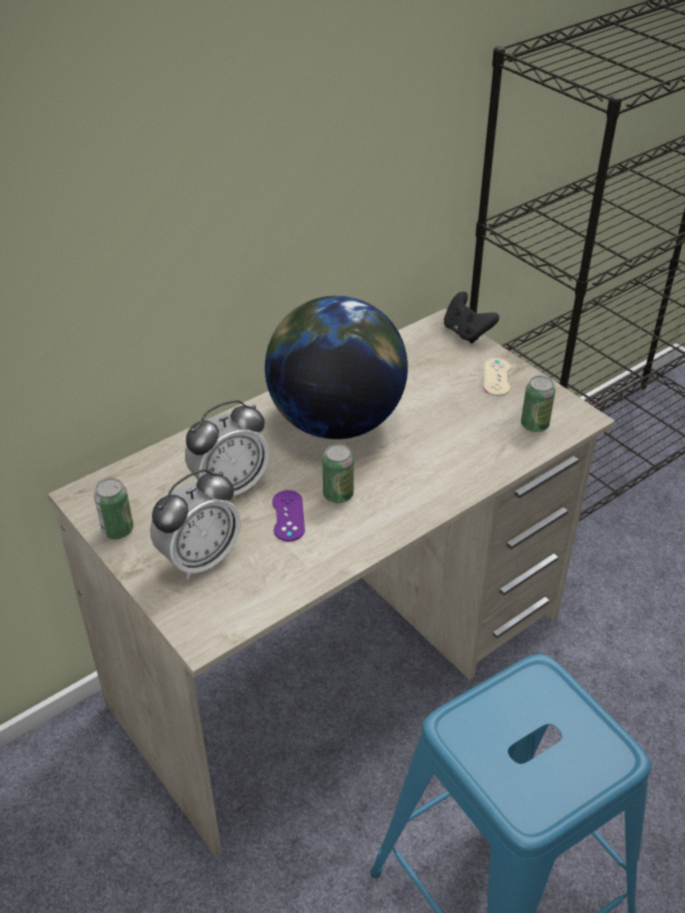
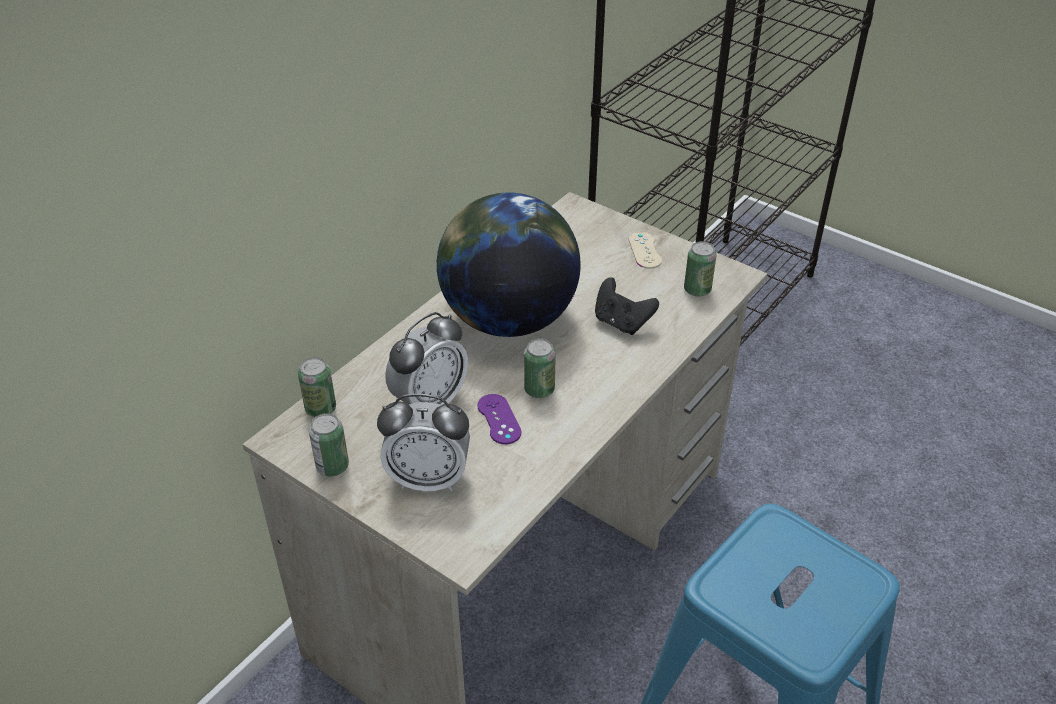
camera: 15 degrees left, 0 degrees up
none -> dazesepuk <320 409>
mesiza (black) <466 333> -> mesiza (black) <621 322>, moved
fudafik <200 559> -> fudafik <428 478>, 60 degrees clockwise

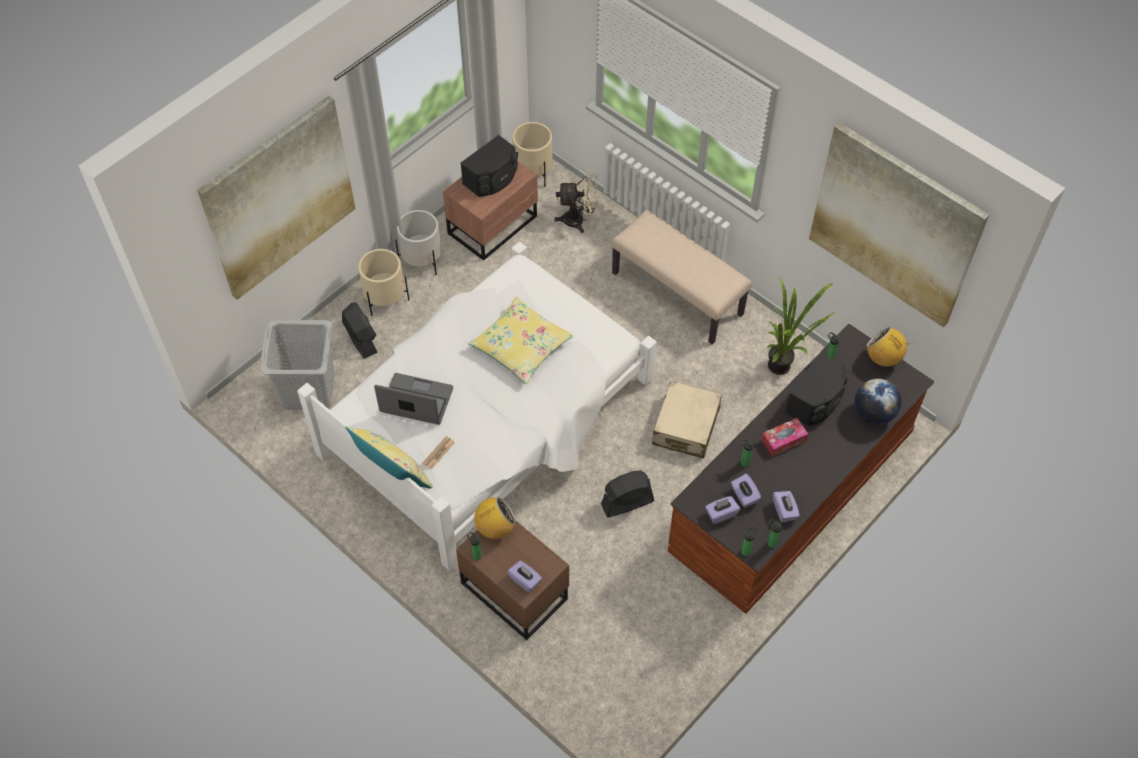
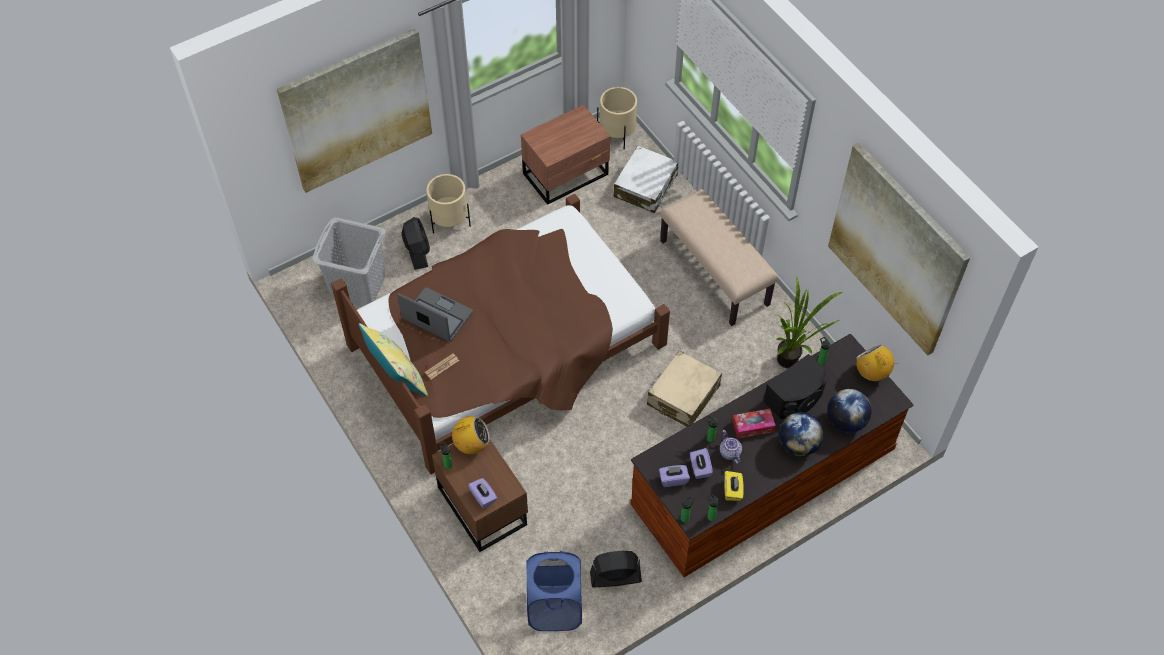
camera: 15 degrees right, 0 degrees up
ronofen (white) <422 260> -> none
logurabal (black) <492 178> -> none
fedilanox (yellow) <521 346> -> none
none -> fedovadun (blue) <554 608>
none -> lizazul <729 452>
none -> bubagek <798 444>
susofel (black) <627 502> -> susofel (black) <615 577>, moved
susofel (beige) <579 220> -> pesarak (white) <645 186>
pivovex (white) <489 418> -> pivovex (brown) <508 348>
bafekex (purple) <784 511> -> bafekex (yellow) <732 490>

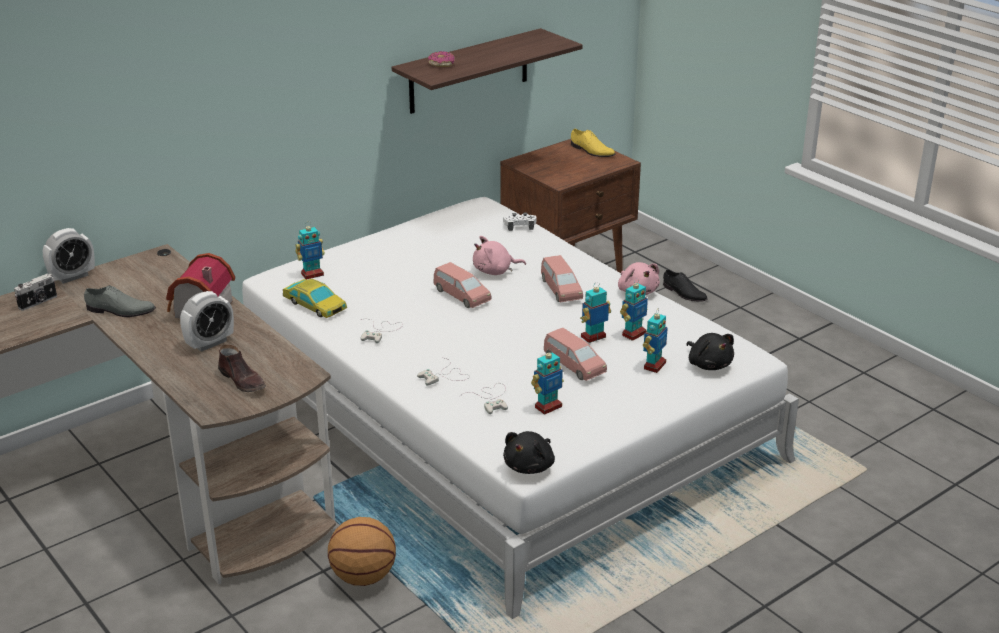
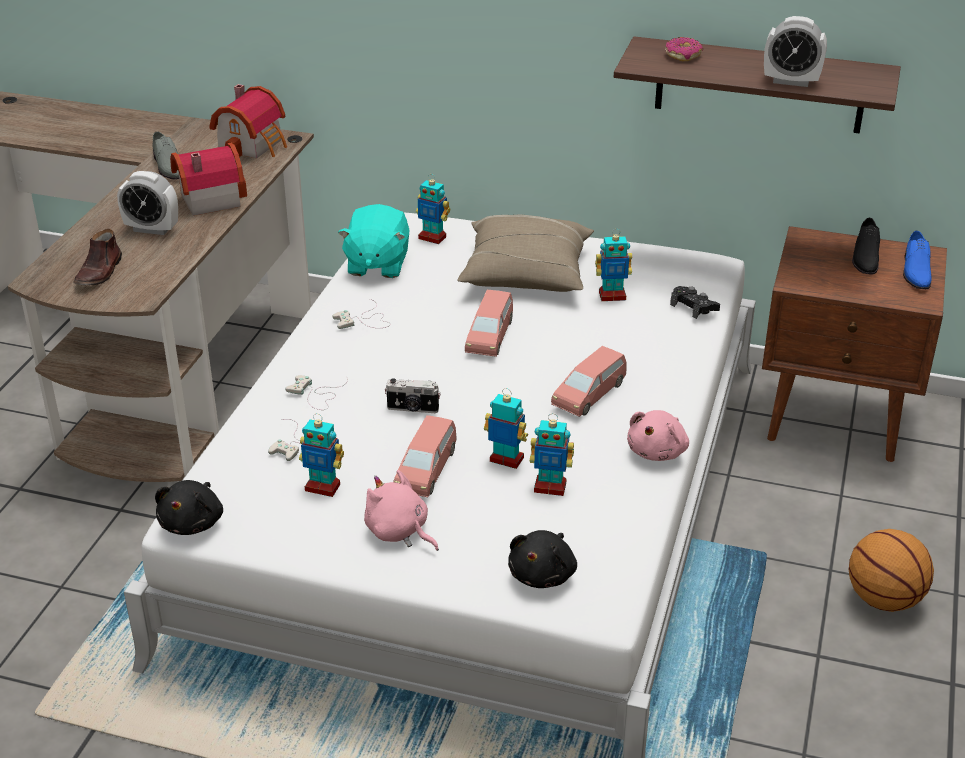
camera: 55 degrees right, 5 degrees up
none -> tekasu <254 145>
none -> fedilanox (beige) <526 274>
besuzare <38 302> -> besuzare <412 409>, moved
fudafik <72 277> -> fudafik <791 81>, moved
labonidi <364 576> -> labonidi <884 599>, moved
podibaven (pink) <495 271> -> podibaven (pink) <399 532>, moved
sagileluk <654 366> -> sagileluk <612 296>, moved
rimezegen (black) <683 293> -> rimezegen (black) <864 256>, moved
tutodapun <315 304> -> podibaven (turquoise) <376 264>
mesiza (white) <519 225> -> mesiza (black) <693 307>
rimezegen (yellow) <591 151> -> rimezegen (blue) <915 271>
podibaven (black) <530 466> -> podibaven (black) <193 522>, 75 degrees counterclockwise

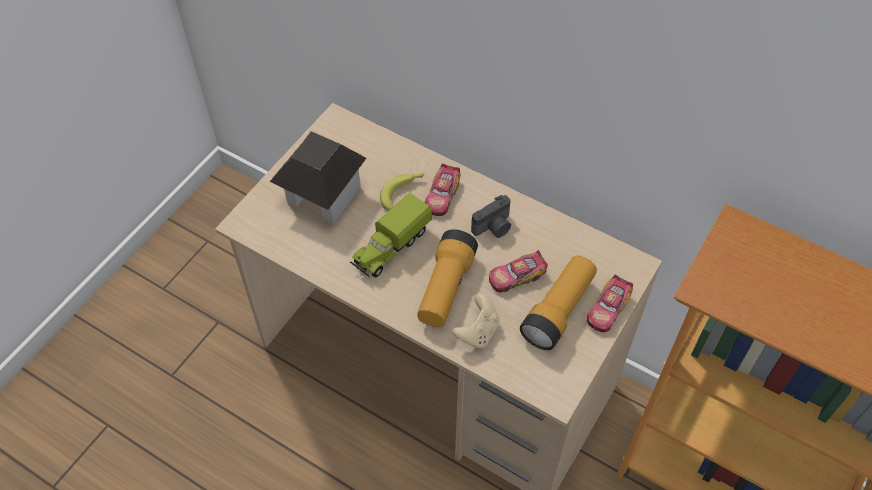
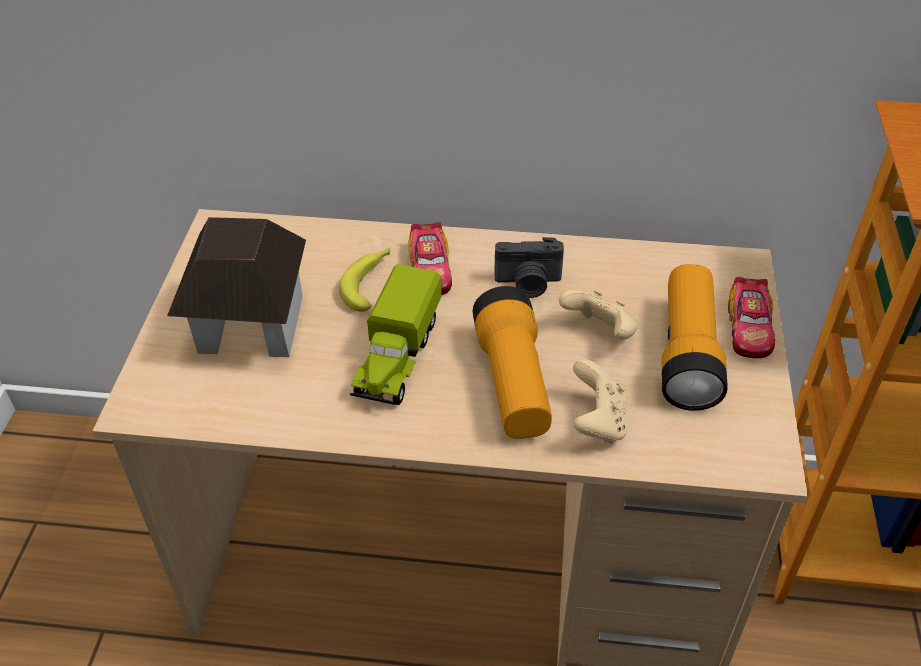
camera: 25 degrees left, 10 degrees down
tutodapun <516 276> -> mesiza (beige) <600 332>
besuzare <494 227> -> besuzare <528 284>, 60 degrees clockwise

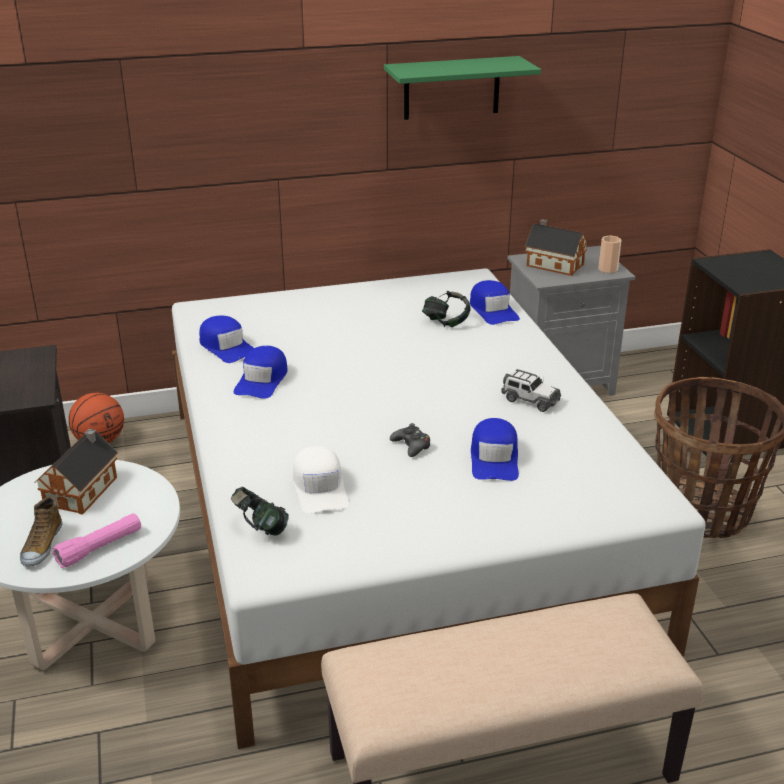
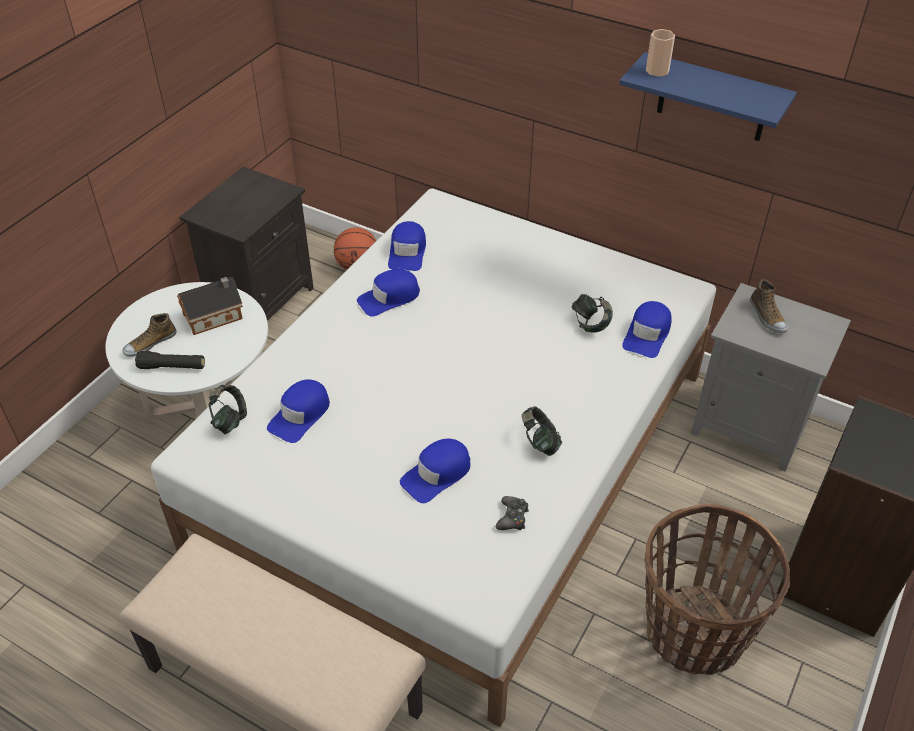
camera: 45 degrees right, 15 degrees up
mesiza (black) <411 446> -> mesiza (black) <512 517>, moved
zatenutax <608 269> -> zatenutax <657 71>, moved
tutodapun <530 400> -> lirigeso <539 442>
tekasu <553 264> -> rimezegen <766 316>
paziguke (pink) <100 548> -> paziguke (black) <172 367>
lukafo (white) <320 488> -> lukafo (blue) <300 415>
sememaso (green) <451 88> -> sememaso (blue) <713 98>

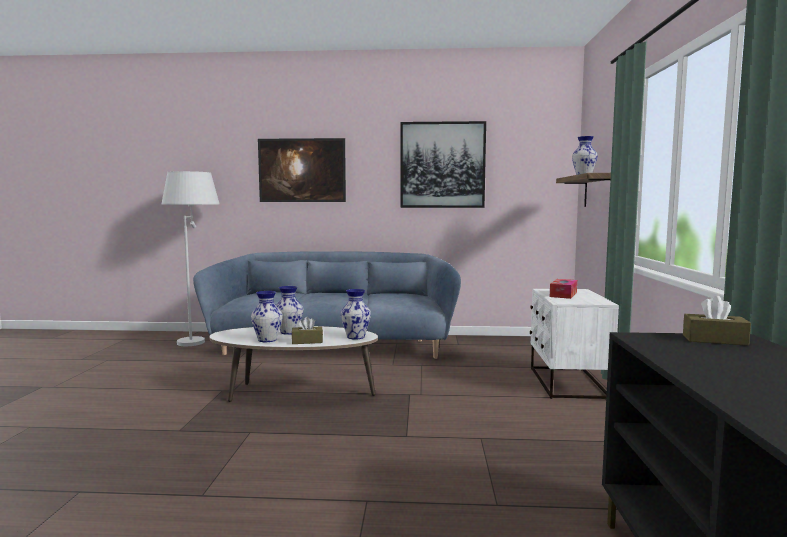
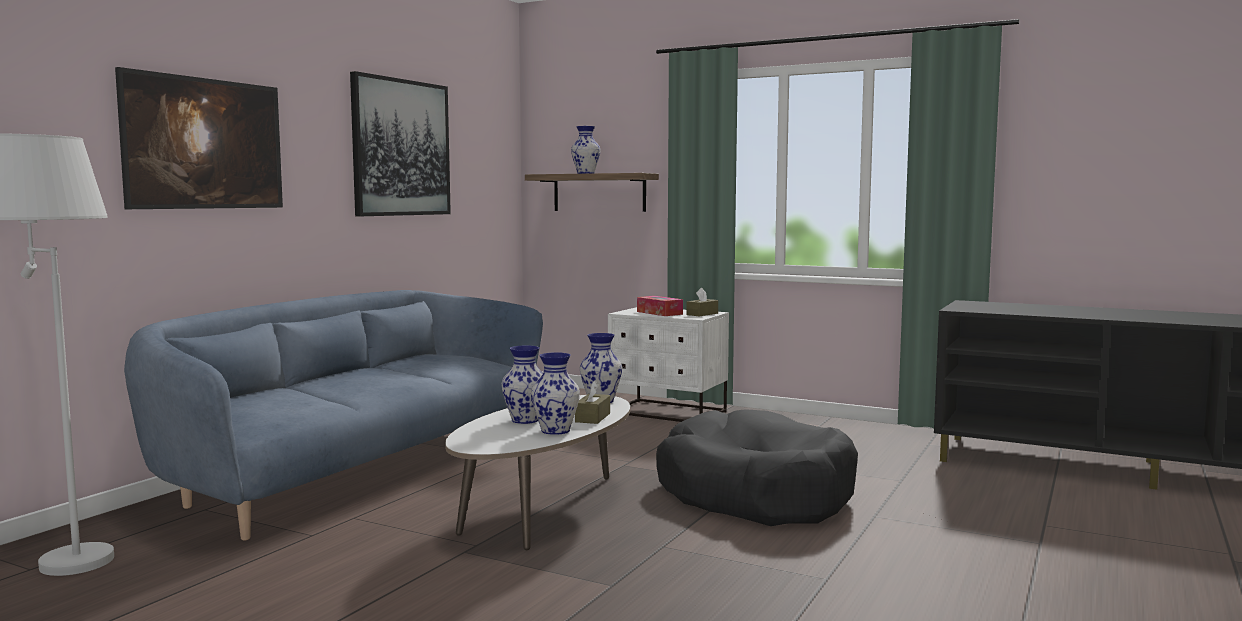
camera: 65 degrees left, 0 degrees up
none -> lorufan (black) <754 494>
bafekex (brown) <714 340> -> bafekex (brown) <702 314>, moved

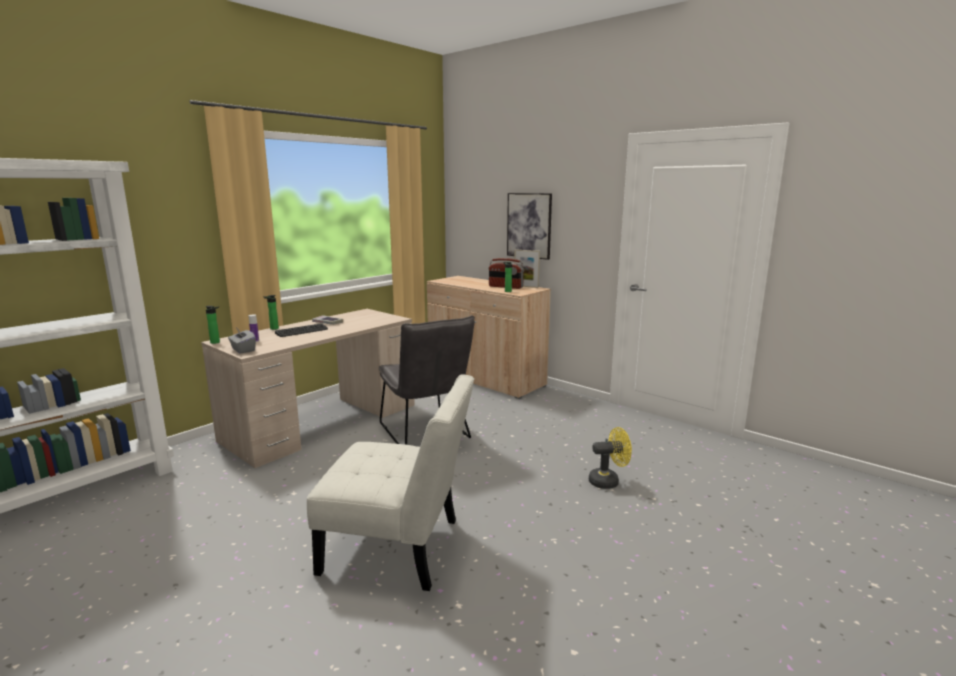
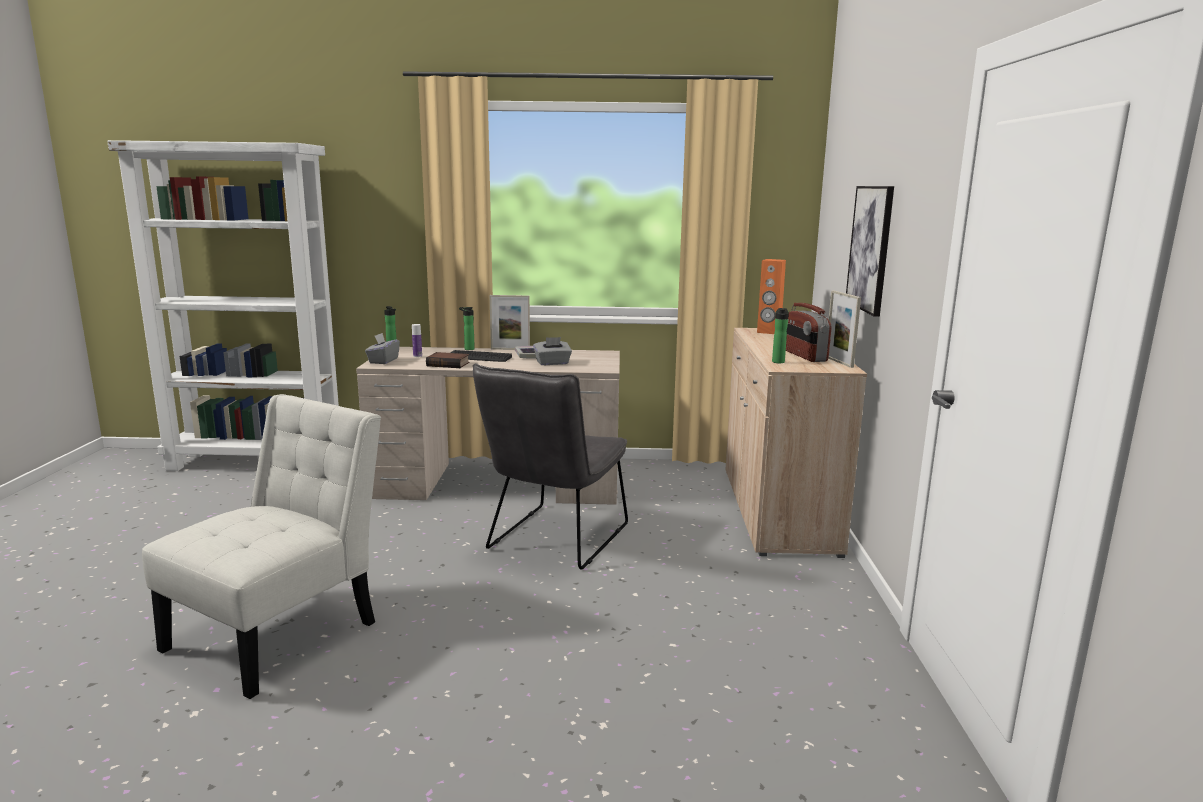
camera: 50 degrees right, 0 degrees up
susofel (yellow) <608 481> -> none
none -> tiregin <449 364>
none -> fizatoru <510 349>
none -> bafekex (grey) <552 363>
none -> logurabal (orange) <768 332>
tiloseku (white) <399 548> -> tiloseku (white) <281 631>, 120 degrees counterclockwise

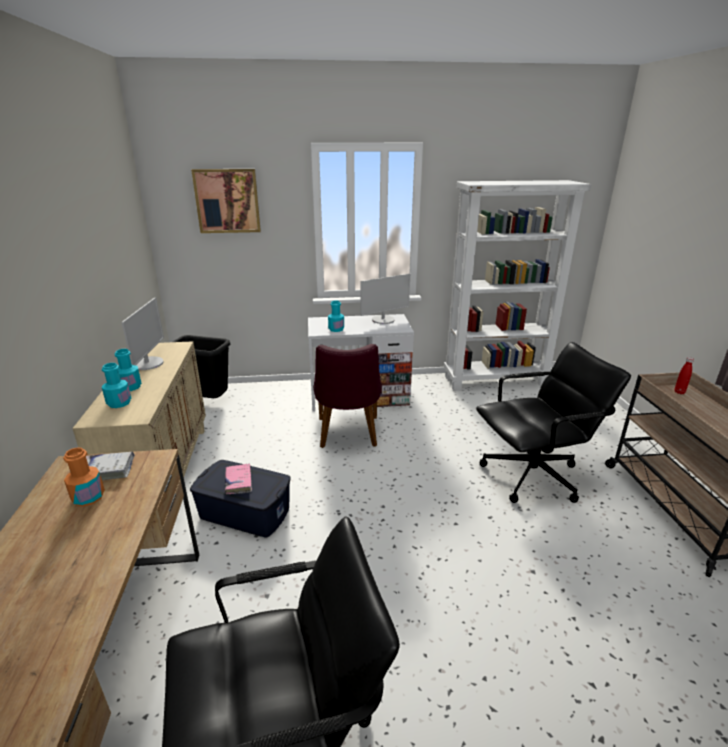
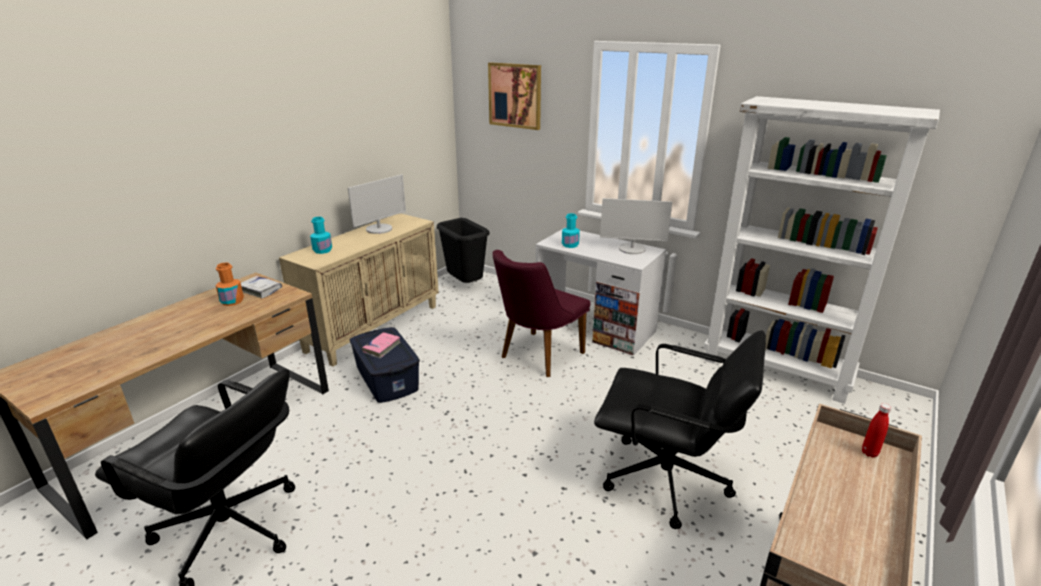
camera: 40 degrees right, 0 degrees up
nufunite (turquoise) <130 387> -> none

